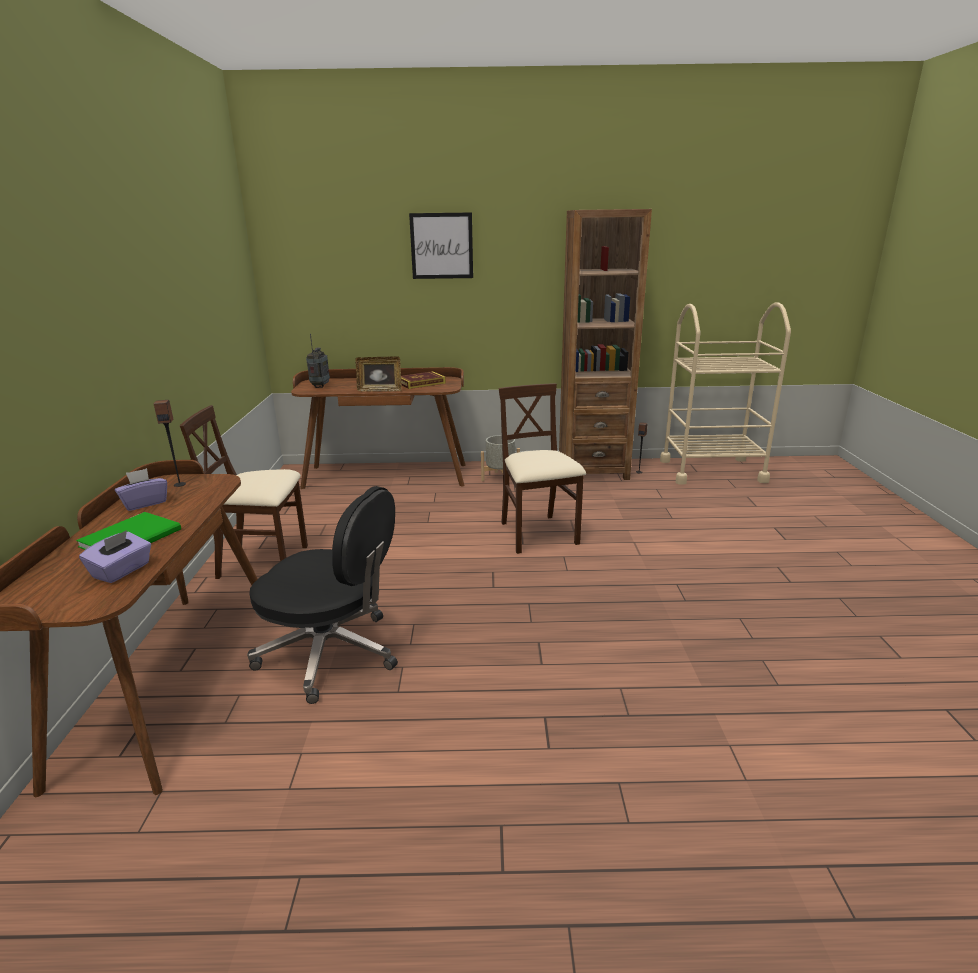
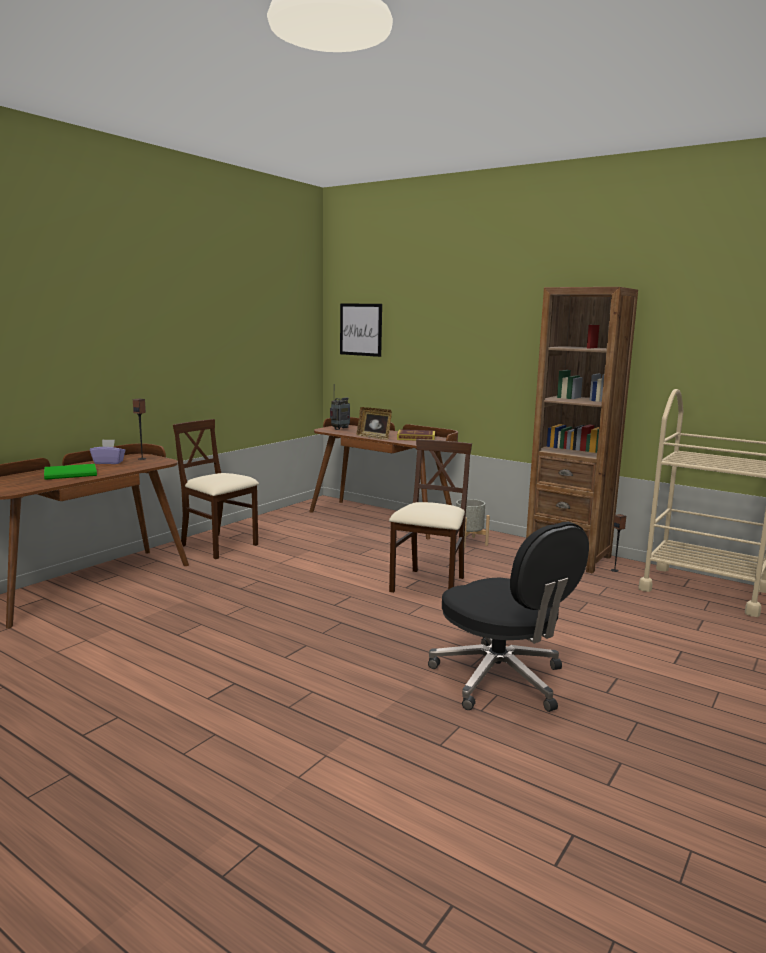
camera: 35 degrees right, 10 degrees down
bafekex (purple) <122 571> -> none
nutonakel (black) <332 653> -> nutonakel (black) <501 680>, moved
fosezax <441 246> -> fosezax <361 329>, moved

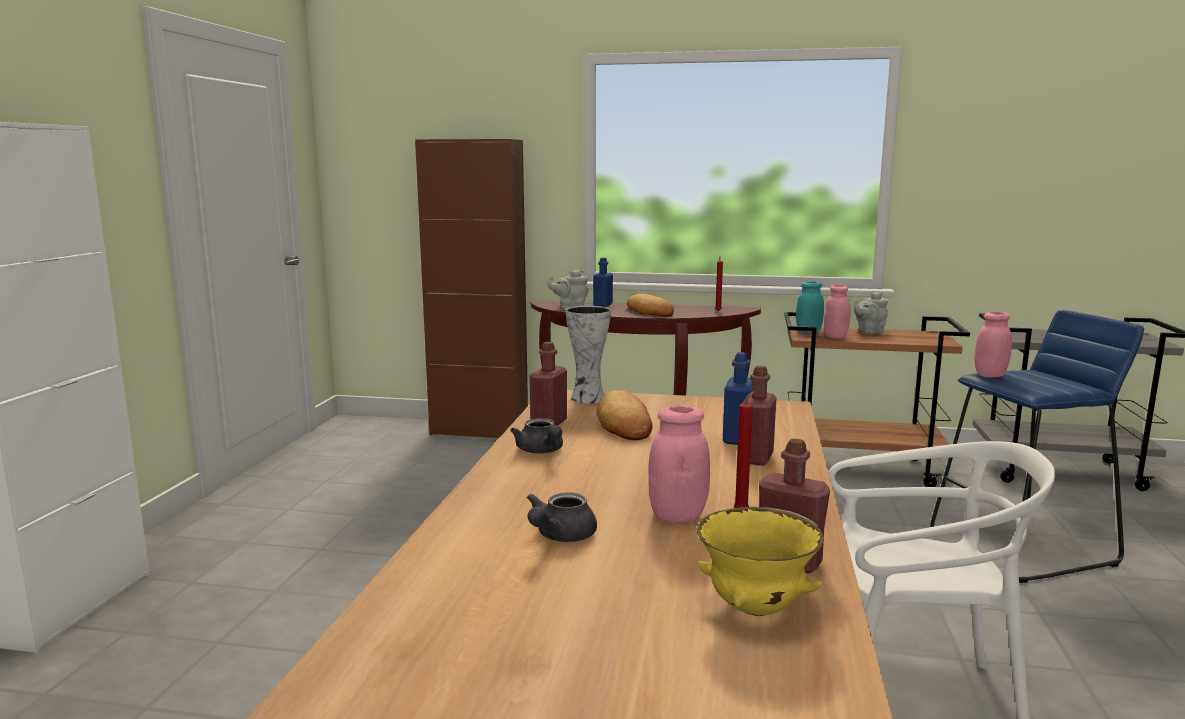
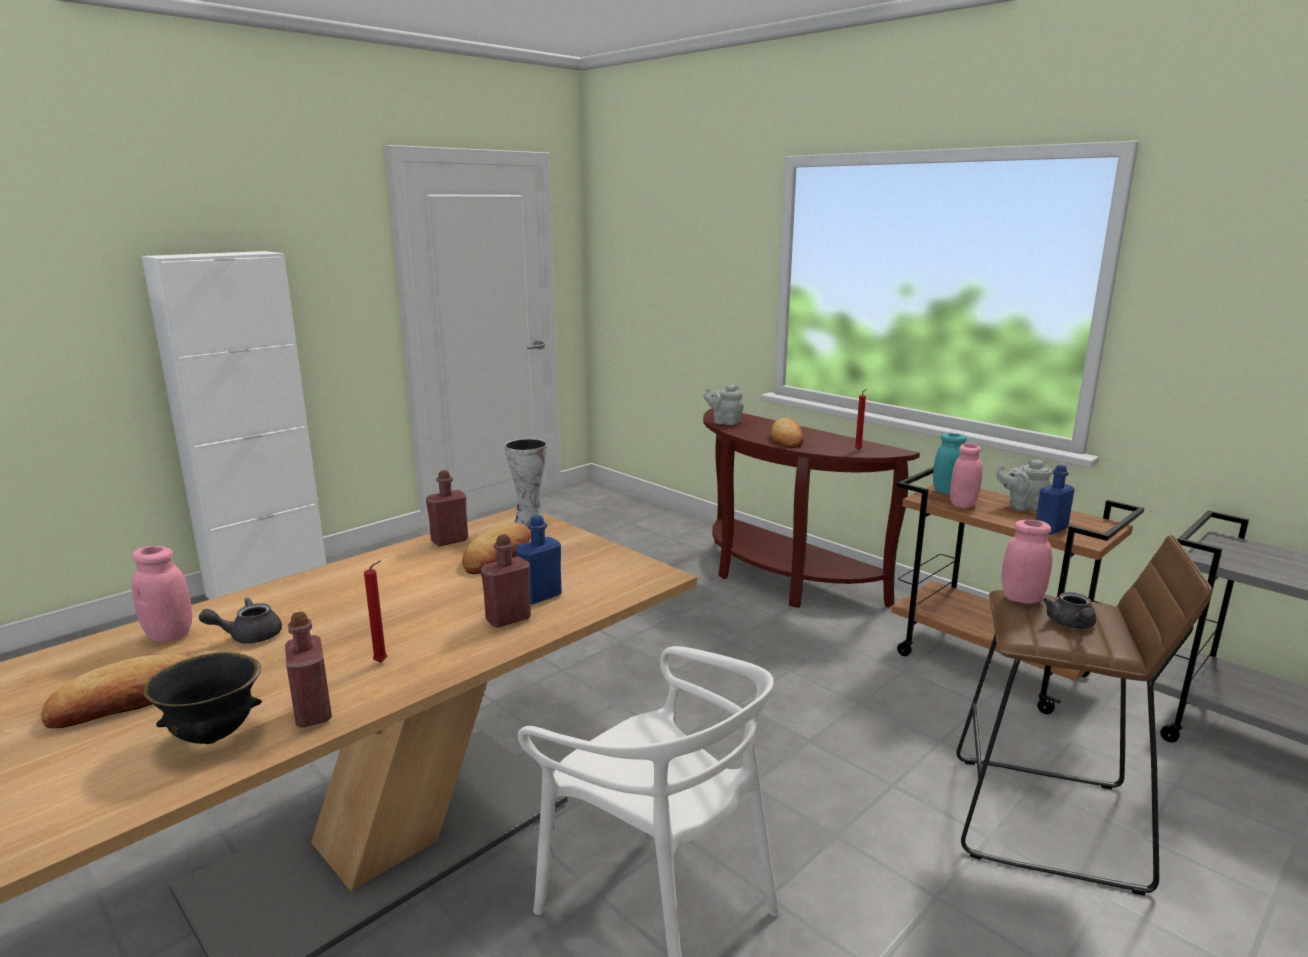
camera: 35 degrees right, 5 degrees up
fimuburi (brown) <479 431> -> none
none -> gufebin <124 700>
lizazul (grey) <541 451> -> lizazul (grey) <1071 625>, moved
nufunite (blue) <603 305> -> nufunite (blue) <1050 529>, moved
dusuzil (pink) <677 516> -> dusuzil (pink) <169 635>, moved
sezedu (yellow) <757 609> -> sezedu (black) <214 736>
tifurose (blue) <1023 547> -> tifurose (brown) <1047 822>

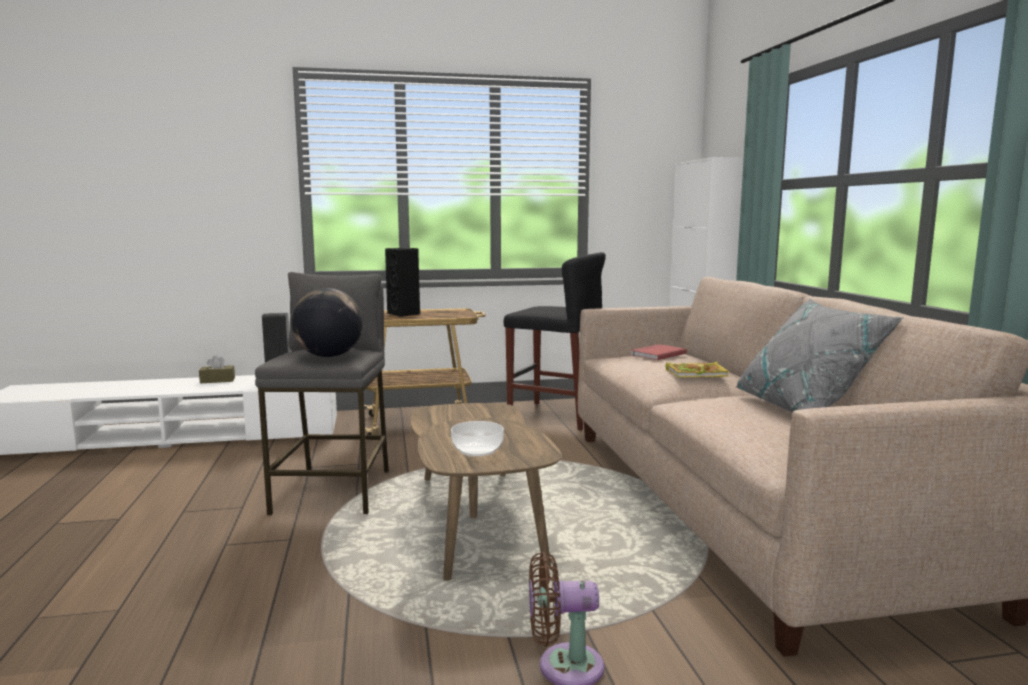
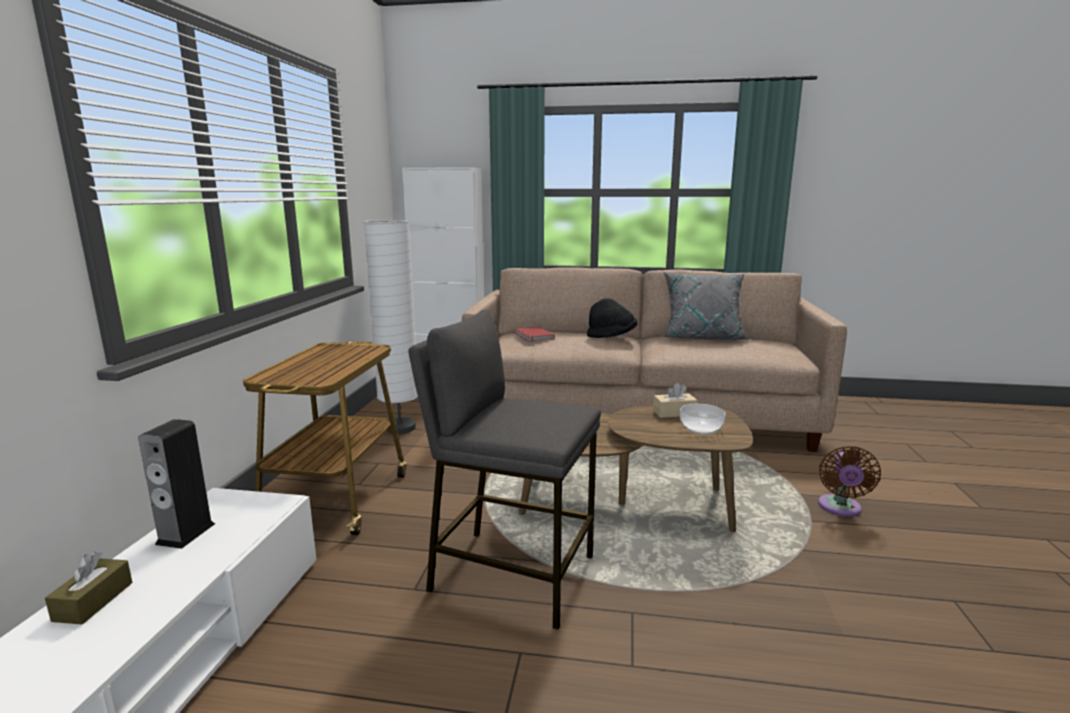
camera: 70 degrees left, 5 degrees up
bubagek <329 356> -> none
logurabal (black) <404 314> -> none
none -> bafekex (beige) <674 413>
tifurose (black) <556 415> -> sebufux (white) <400 428>
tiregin <698 373> -> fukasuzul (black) <612 337>

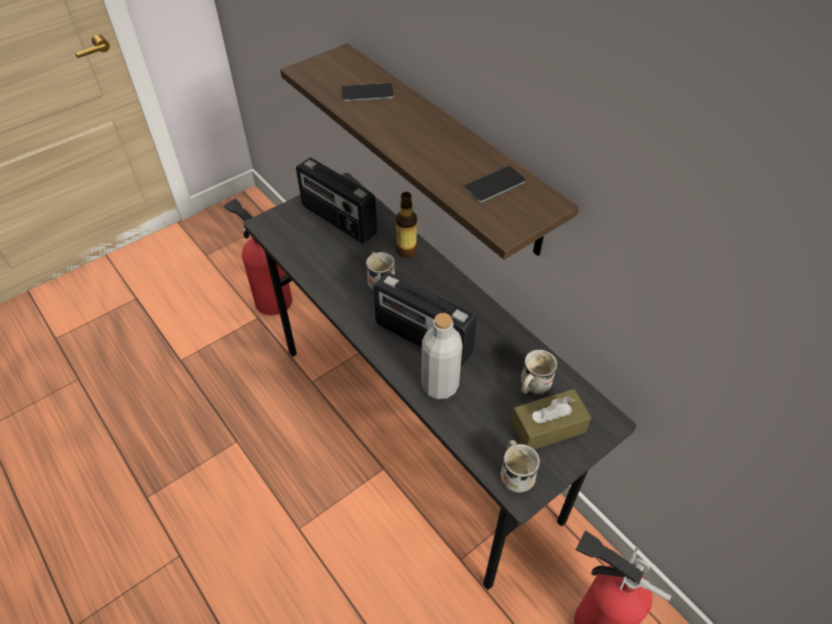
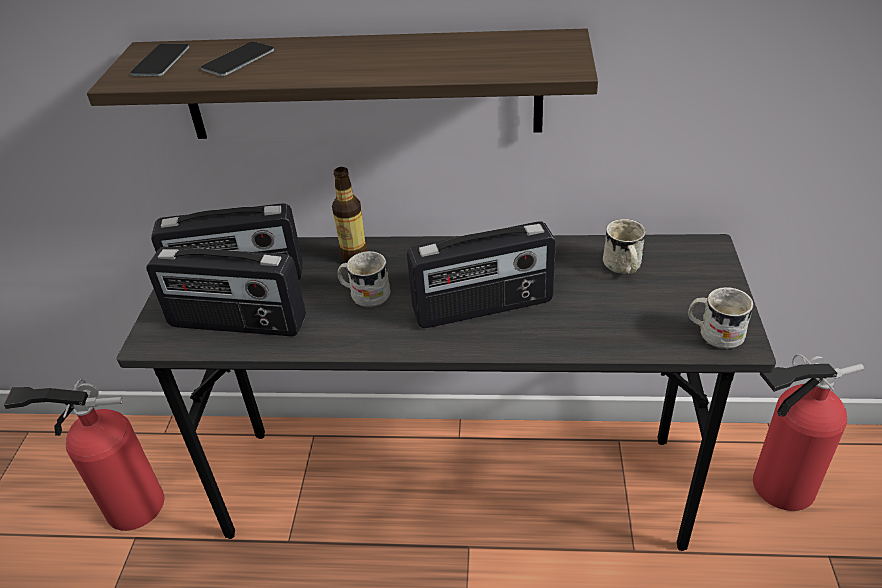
camera: 45 degrees left, 10 degrees down
nufunite (grey) <440 385> -> none
bafekex (brown) <547 427> -> none
none -> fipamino <237 324>
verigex <495 184> -> verigex <161 61>, moved

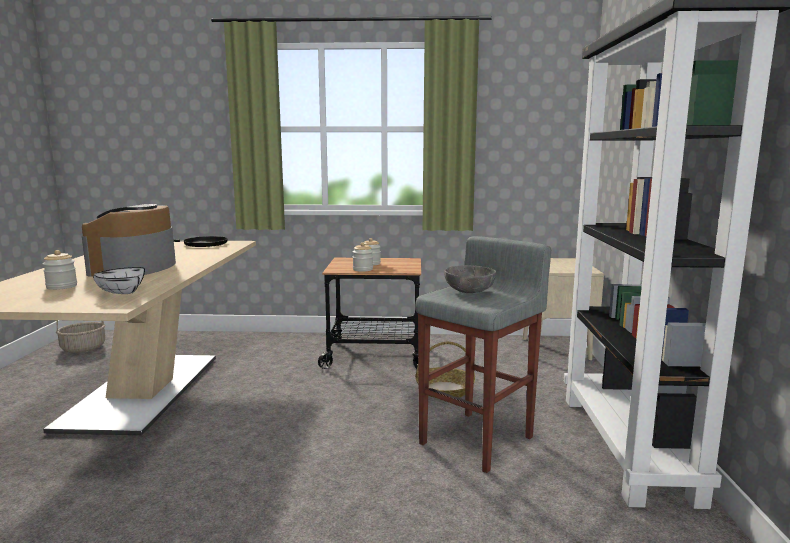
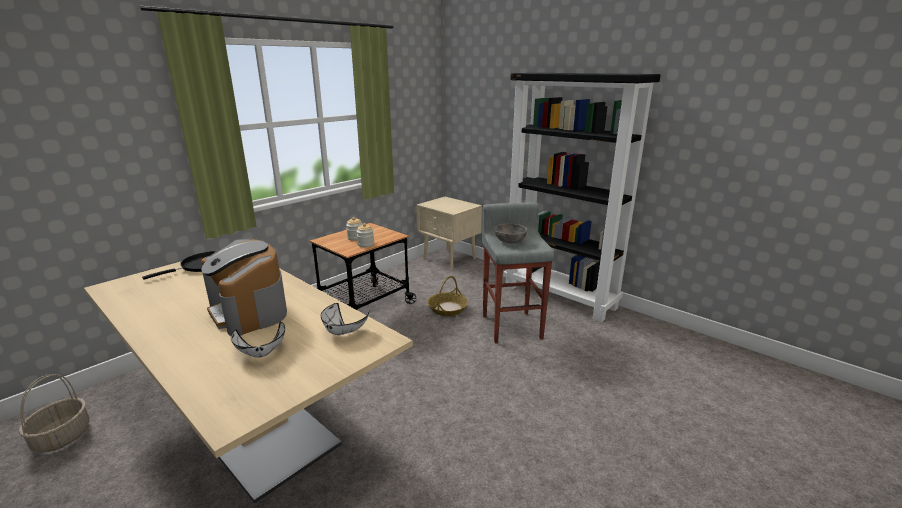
camera: 50 degrees left, 10 degrees up
dusuzil <62 286> -> sezedu (white) <262 353>

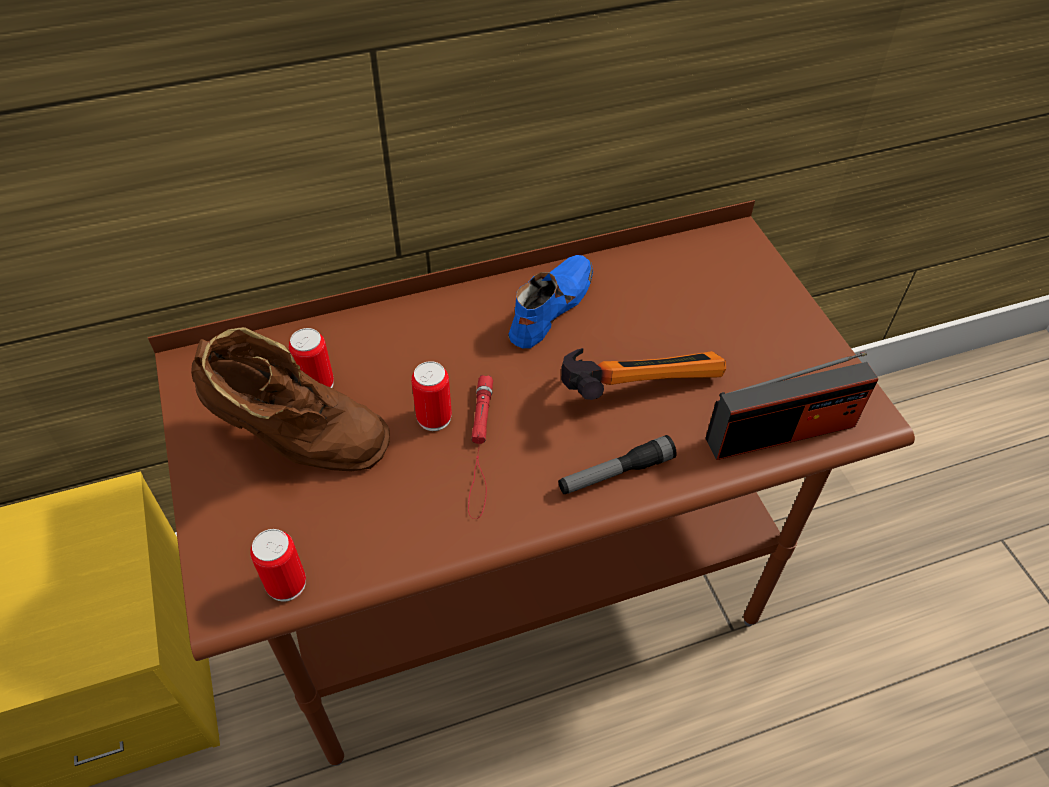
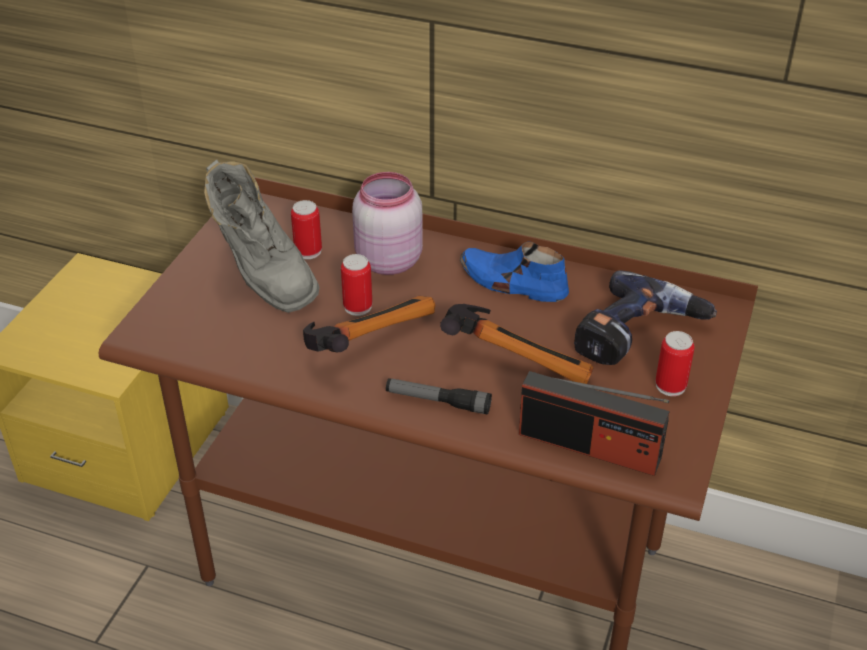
camera: 40 degrees right, 10 degrees down
none -> dusuzil (pink) <386 261>
none -> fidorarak <639 337>
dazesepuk <286 584> -> dazesepuk <670 386>, moved
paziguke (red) <480 448> -> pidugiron <367 339>
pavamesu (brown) <298 442> -> pavamesu (grey) <262 276>
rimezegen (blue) <549 307> -> rimezegen (blue) <512 283>, 135 degrees counterclockwise

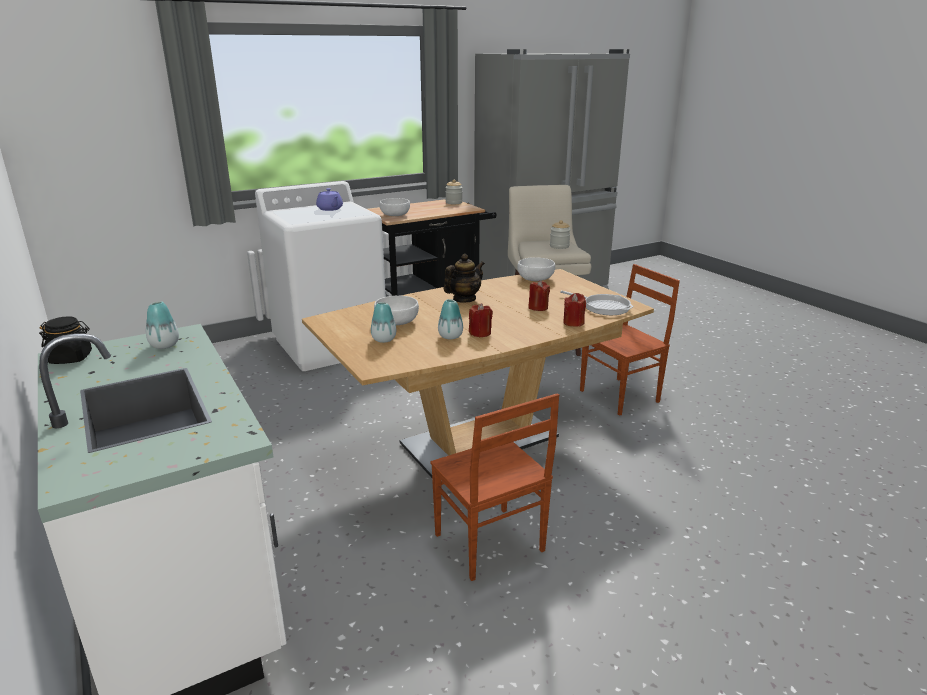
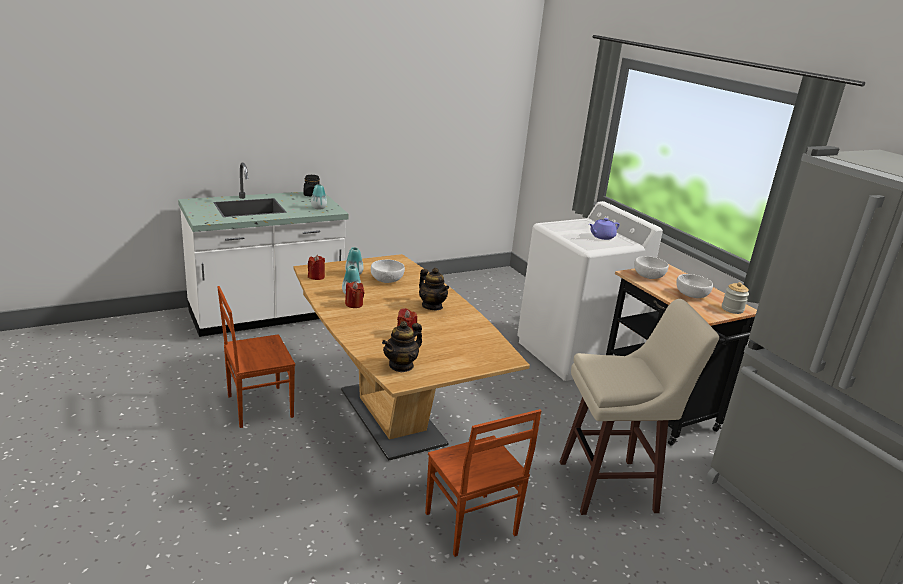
camera: 90 degrees right, 0 degrees up
dusuzil <559 246> -> none
sezedu (white) <536 279> -> sezedu (white) <691 295>, moved
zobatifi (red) <573 323> -> zobatifi (red) <316 277>, moved
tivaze <603 307> -> lizazul <401 365>

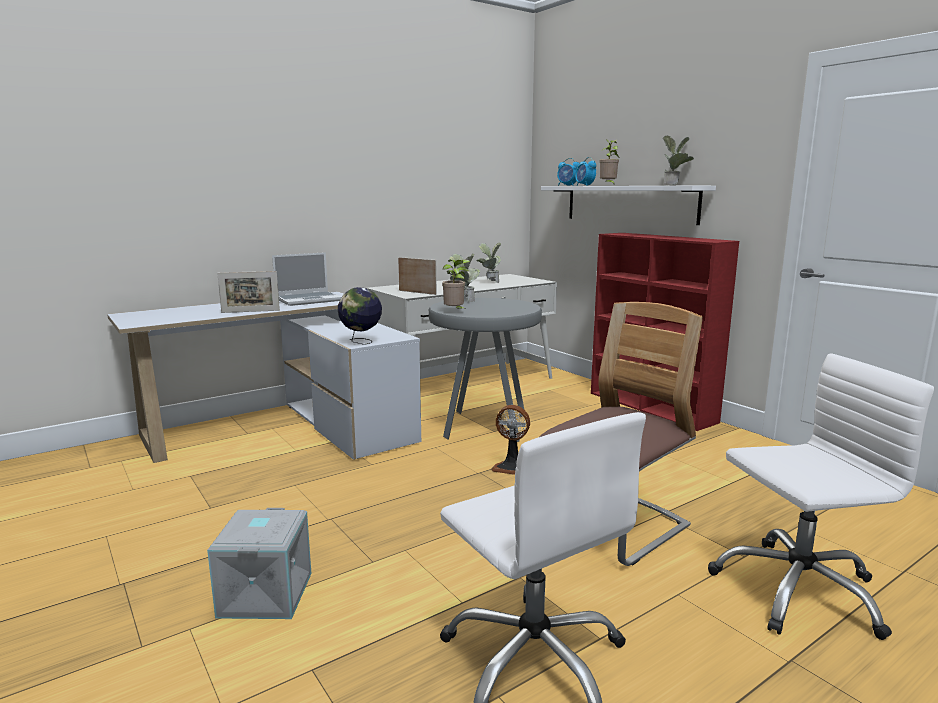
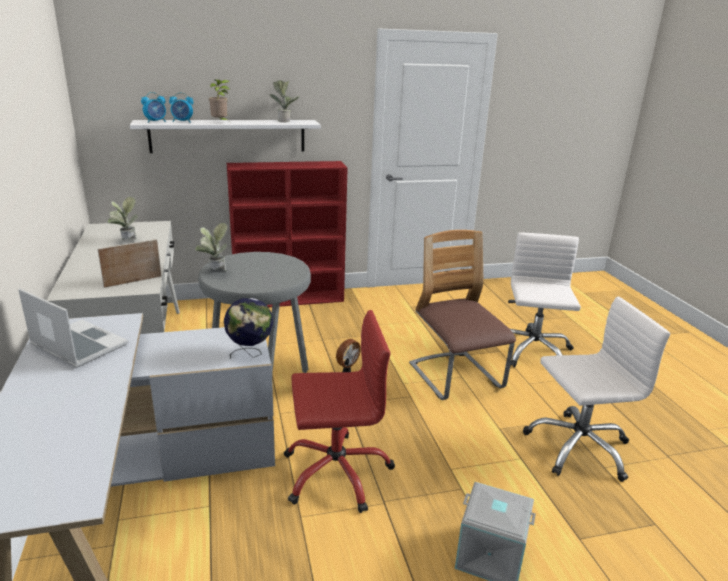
camera: 70 degrees left, 10 degrees up
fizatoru <250 311> -> none
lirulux <455 312> -> none
none -> nutonakel (red) <336 472>
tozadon <309 300> -> tozadon <77 345>, 45 degrees counterclockwise

